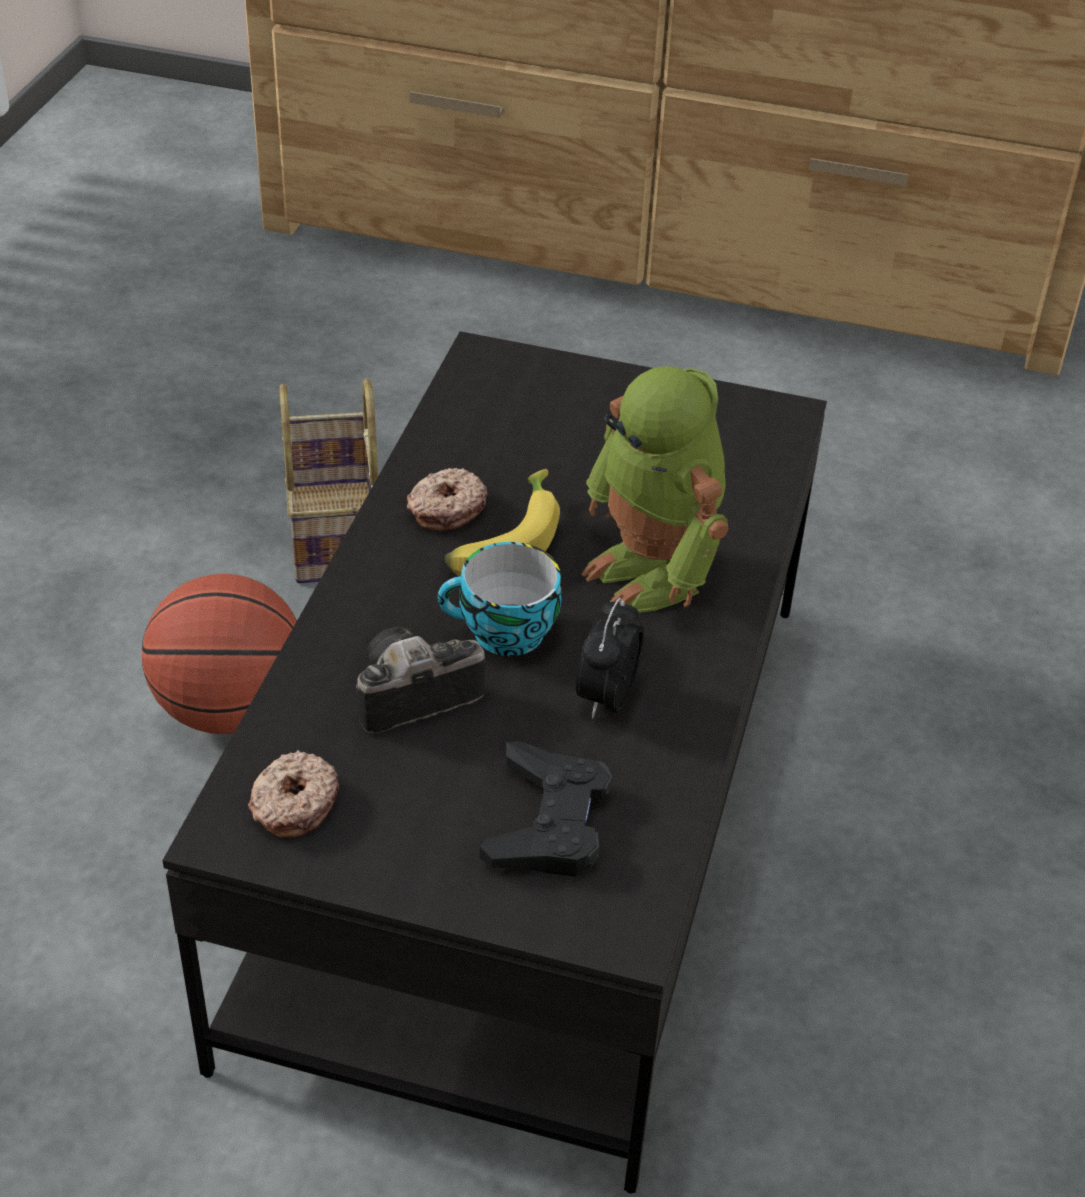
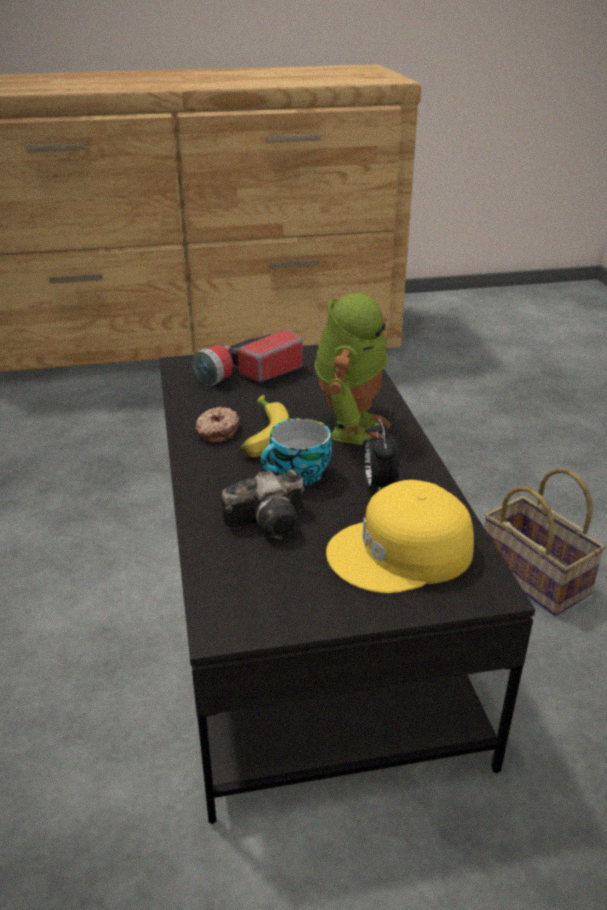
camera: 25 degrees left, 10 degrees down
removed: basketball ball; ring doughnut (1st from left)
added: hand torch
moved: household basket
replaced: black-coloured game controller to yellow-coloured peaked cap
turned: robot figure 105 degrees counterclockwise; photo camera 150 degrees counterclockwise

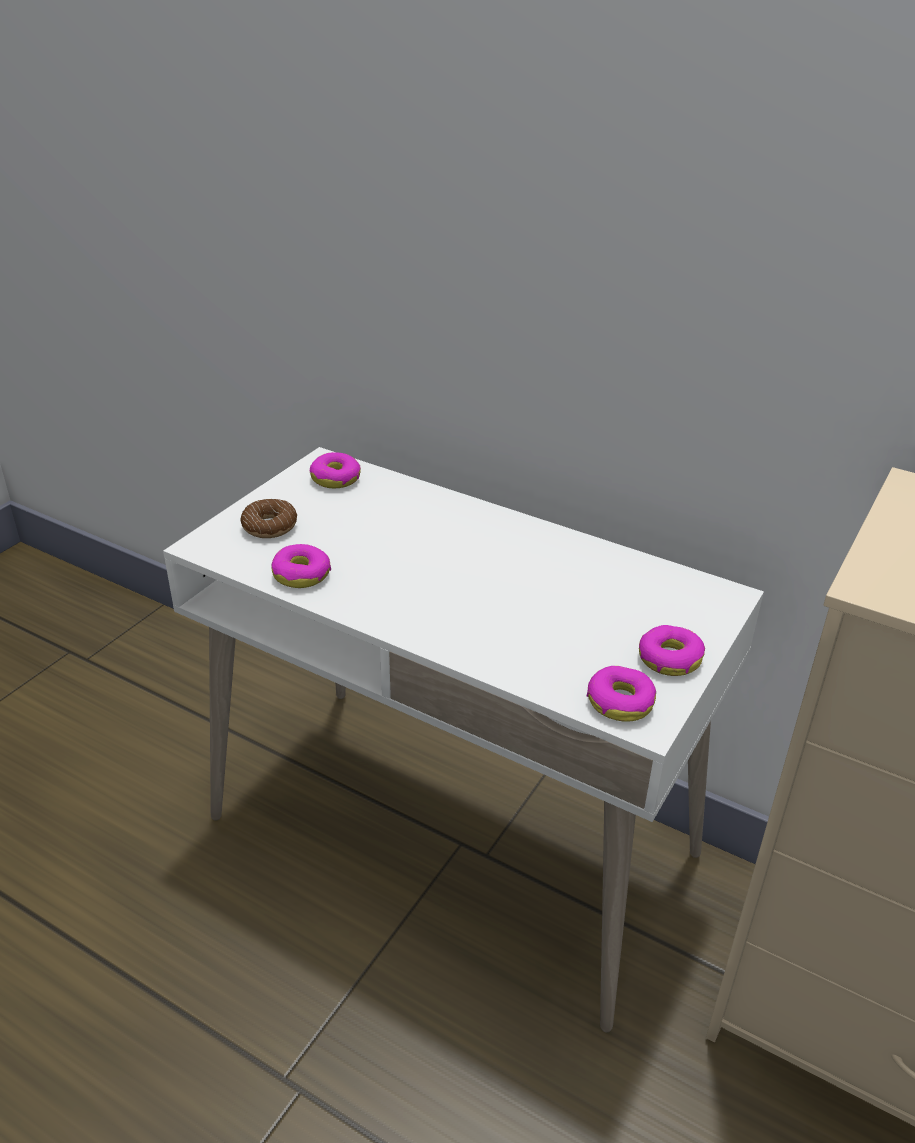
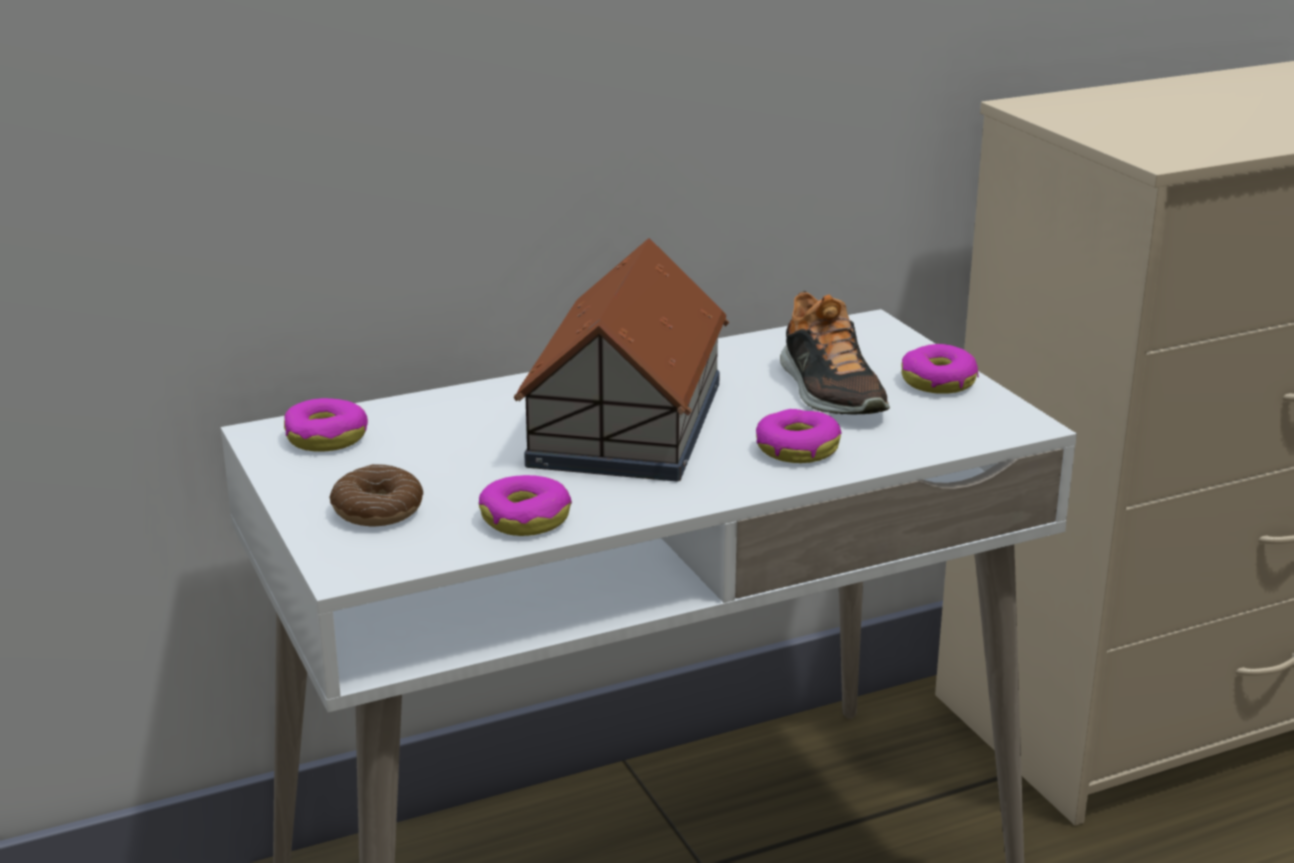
camera: 55 degrees left, 10 degrees down
added: model house; low shoe
moved: ring doughnut (4th from left)

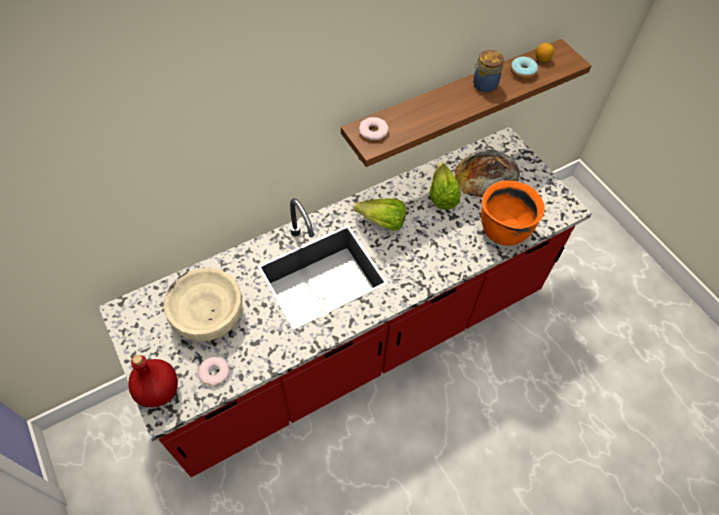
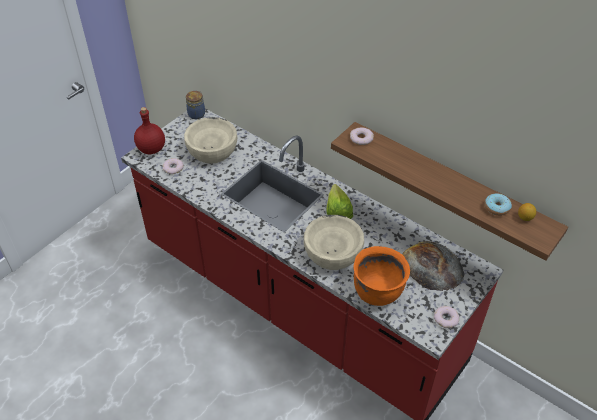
camera: 70 degrees right, 10 degrees down
removed: head of lettuce (2nd from left)
added: beige deep dish (2nd from left); ring doughnut (3rd from left)
moved: jar

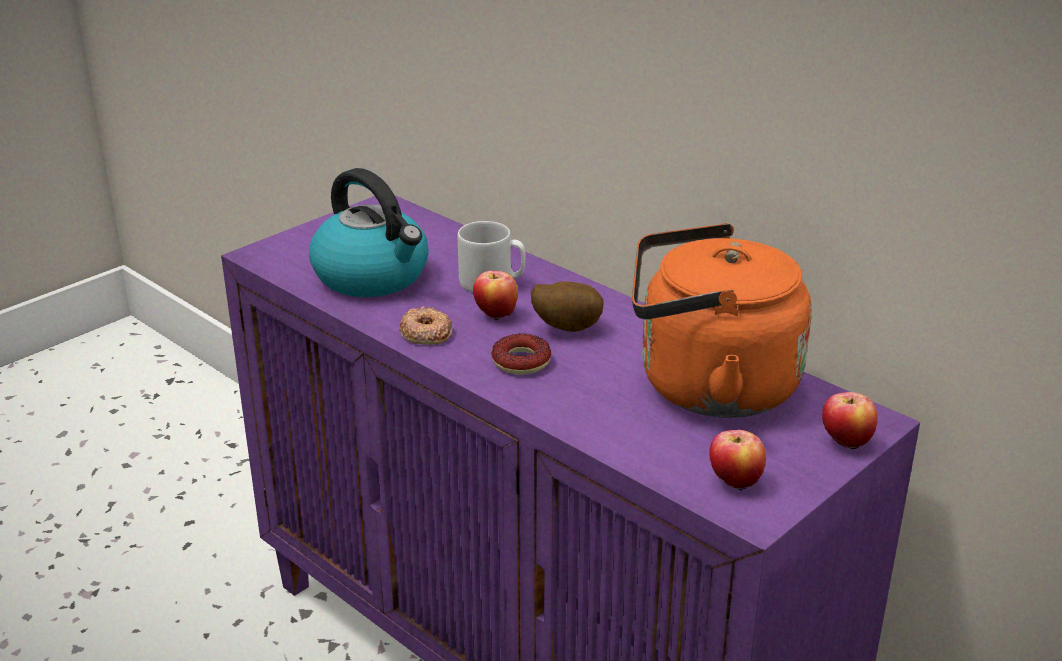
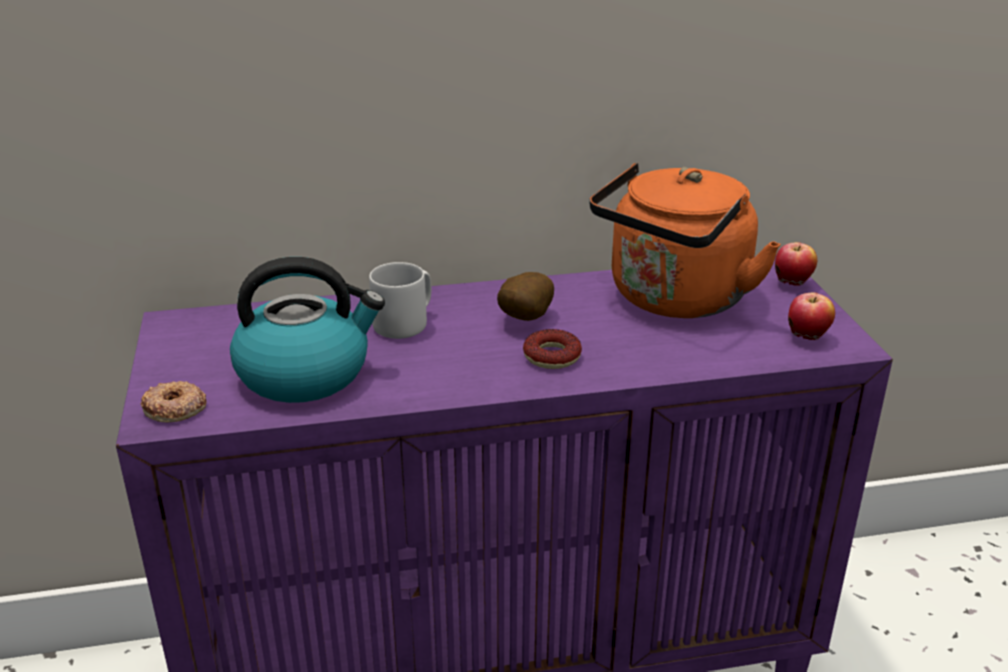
camera: 55 degrees left, 0 degrees up
removed: apple (1st from left)
moved: ring doughnut (1st from left)

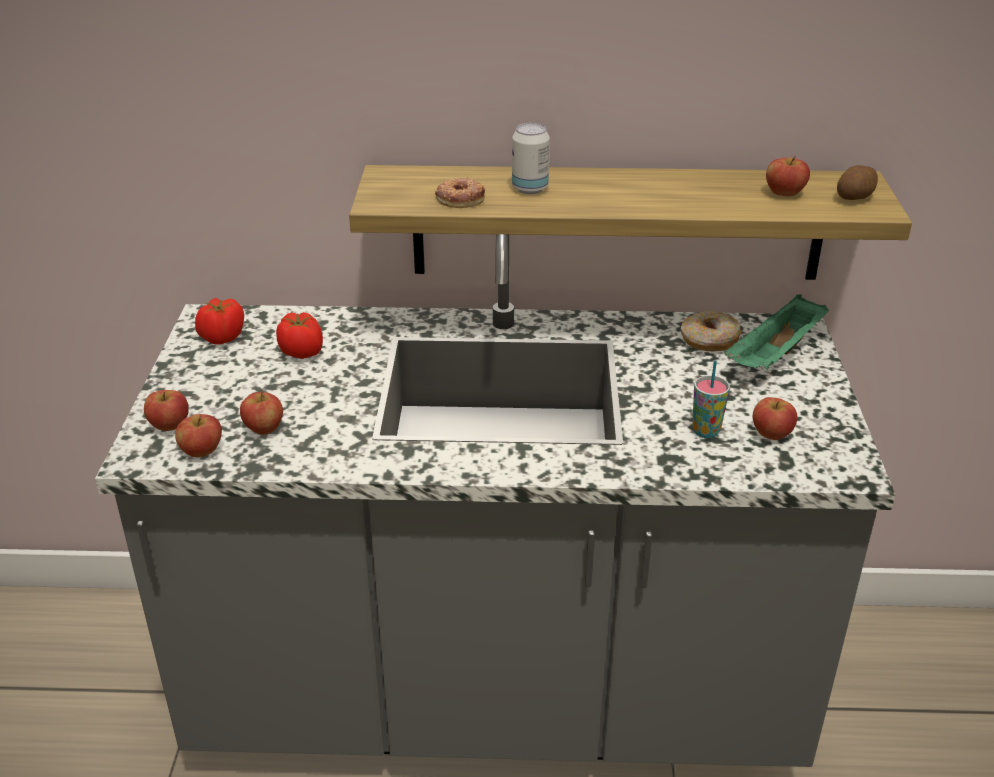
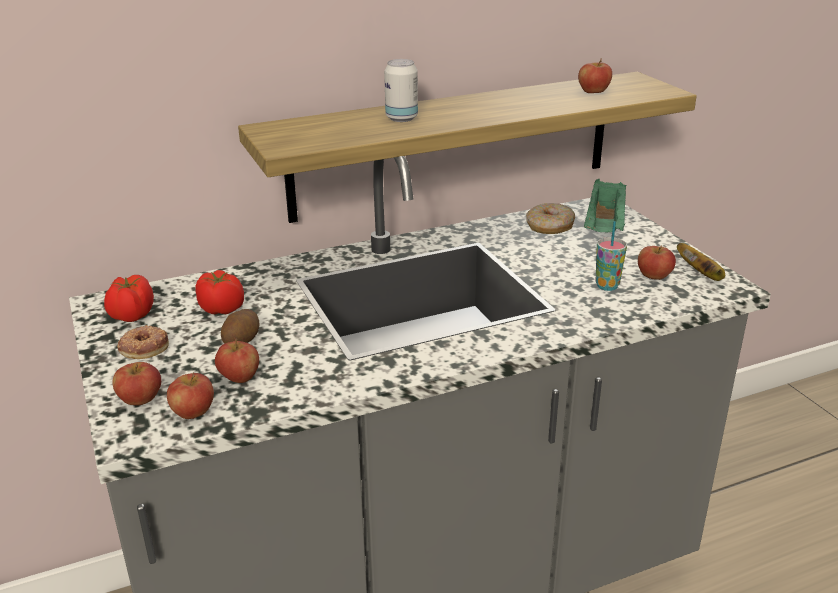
camera: 25 degrees left, 5 degrees down
added: banana
moved: spud; ring doughnut (1st from left)

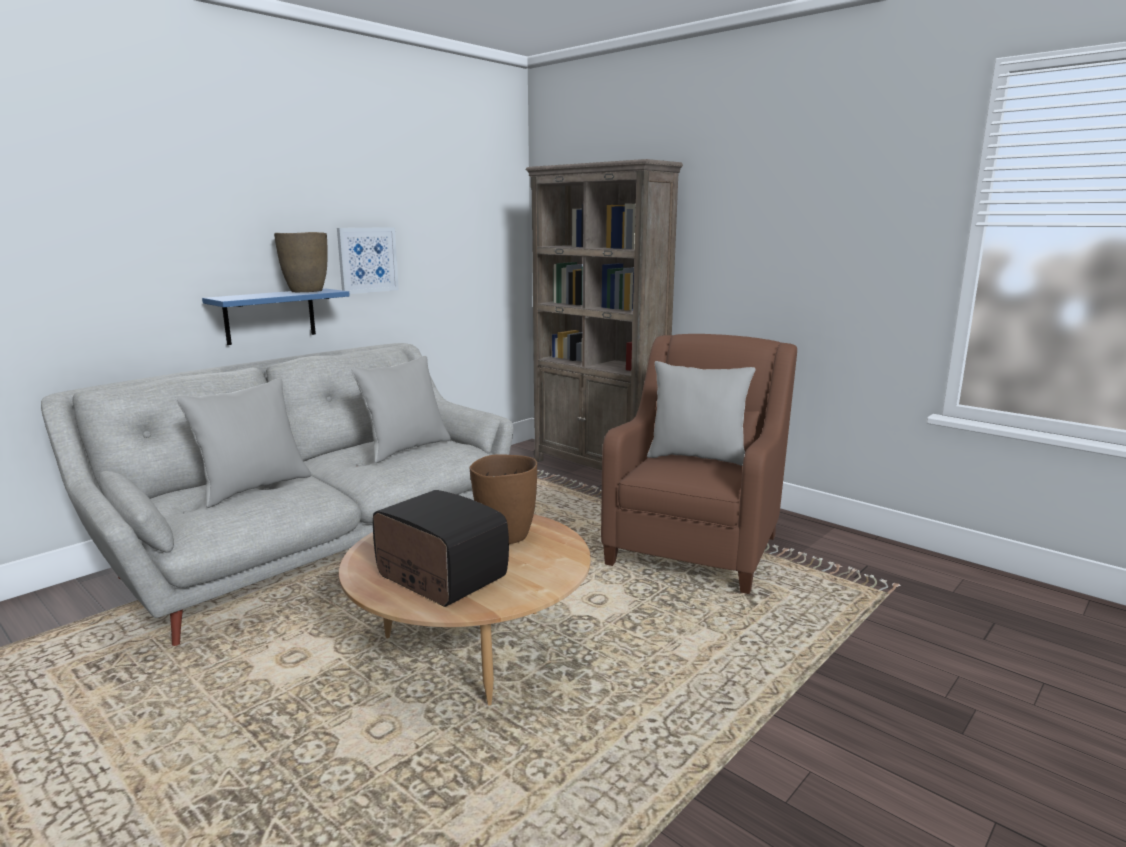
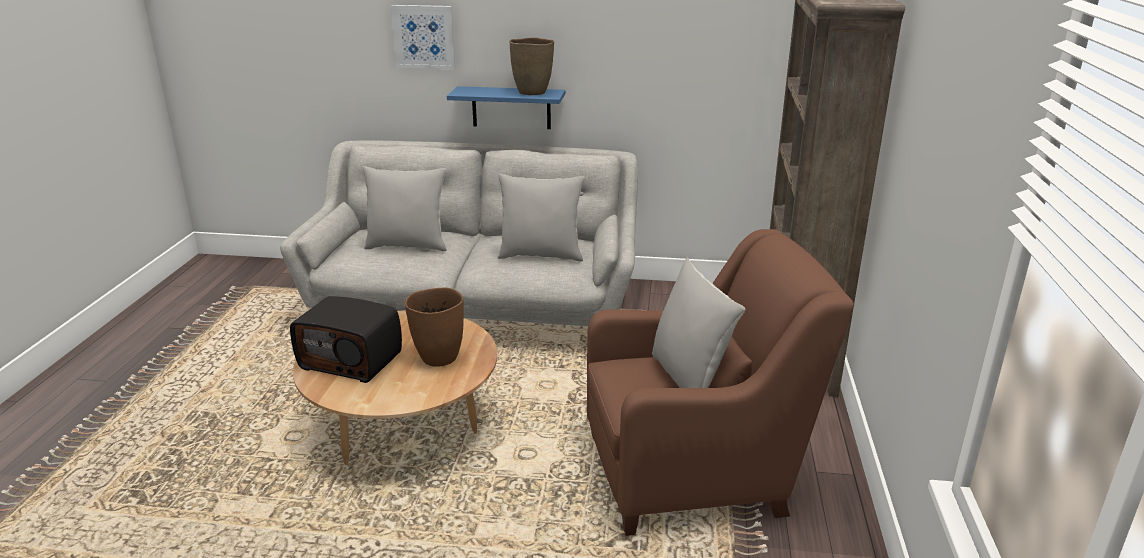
camera: 55 degrees right, 10 degrees up
moved: wall picture
turned: radio receiver 105 degrees clockwise

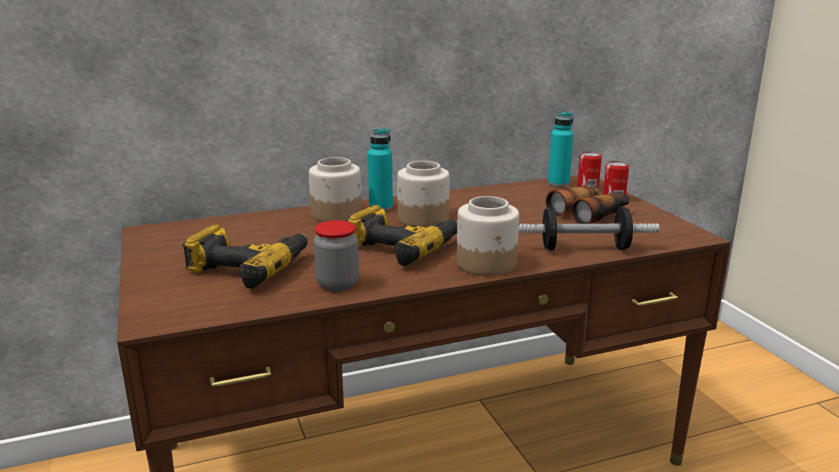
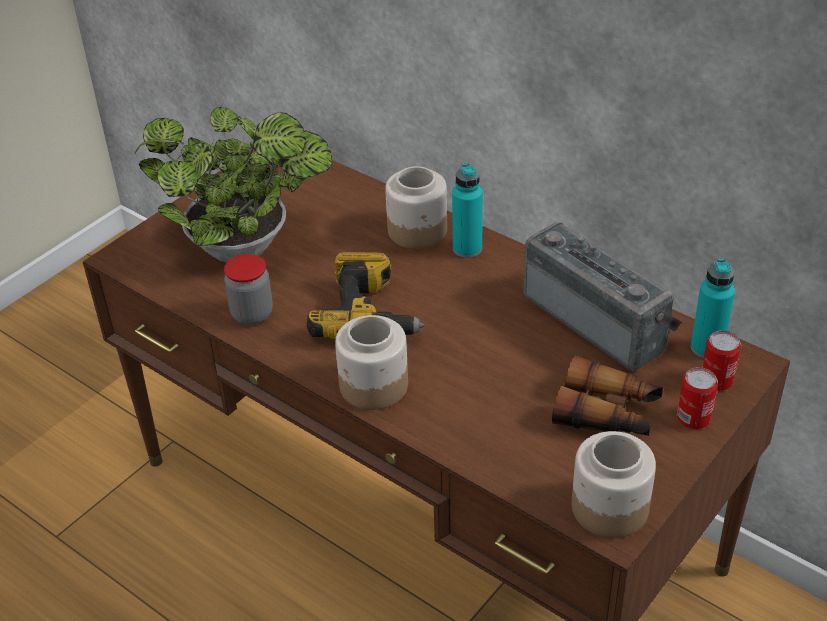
camera: 60 degrees right, 20 degrees up
removed: hand weight
added: radio receiver
moved: jar (3rd from left in the first image) to jar (4th from left)
replaced: electric drill (1st from left) to potted plant

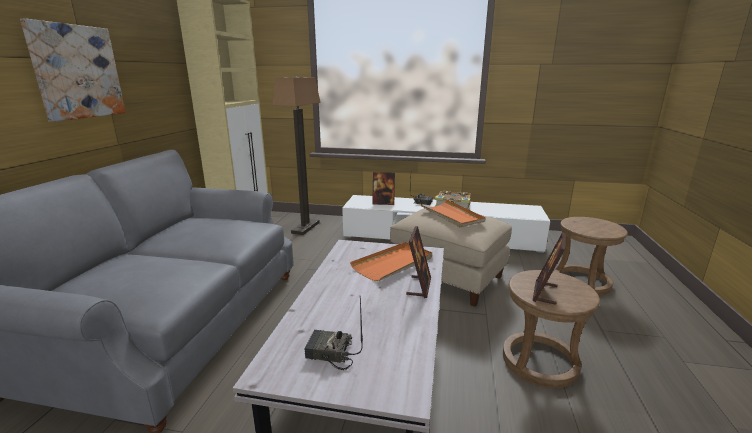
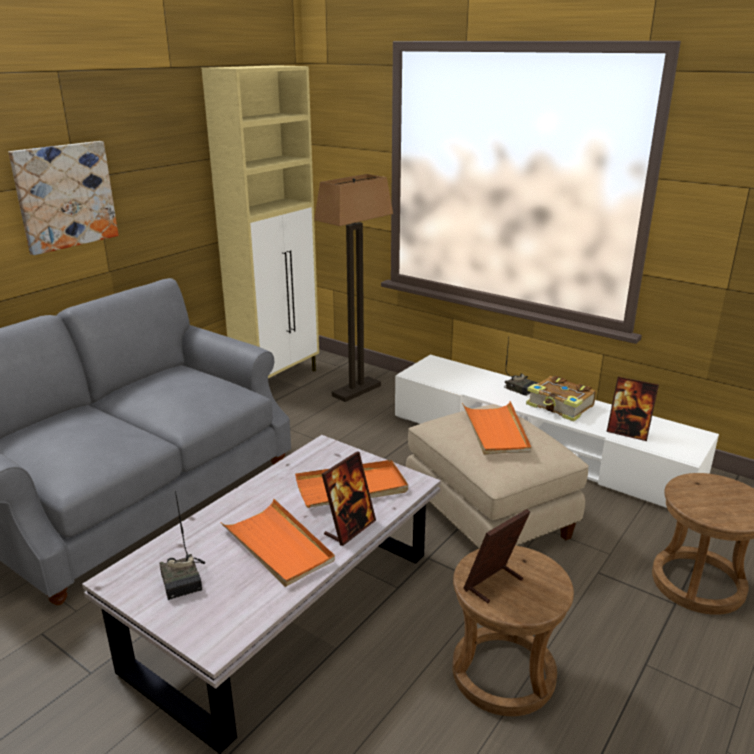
camera: 25 degrees right, 5 degrees up
added: orange-coloured carrying tray (1st from left)
moved: standing frame (1st from left in the first image) to standing frame (3rd from left)
turned: radio receiver (1st from left) 150 degrees counterclockwise

